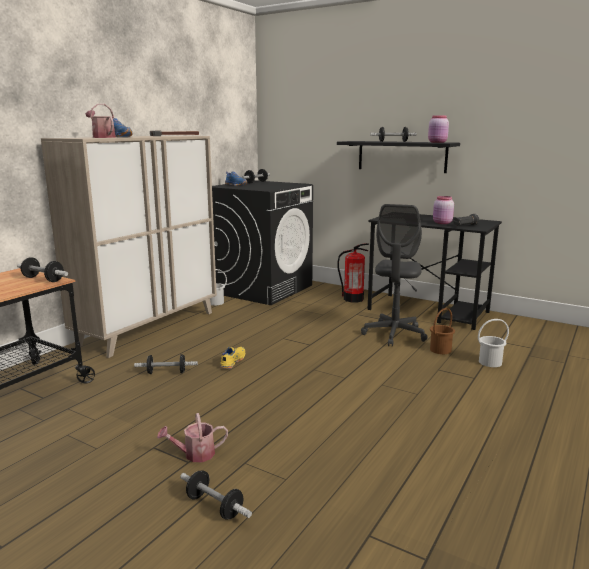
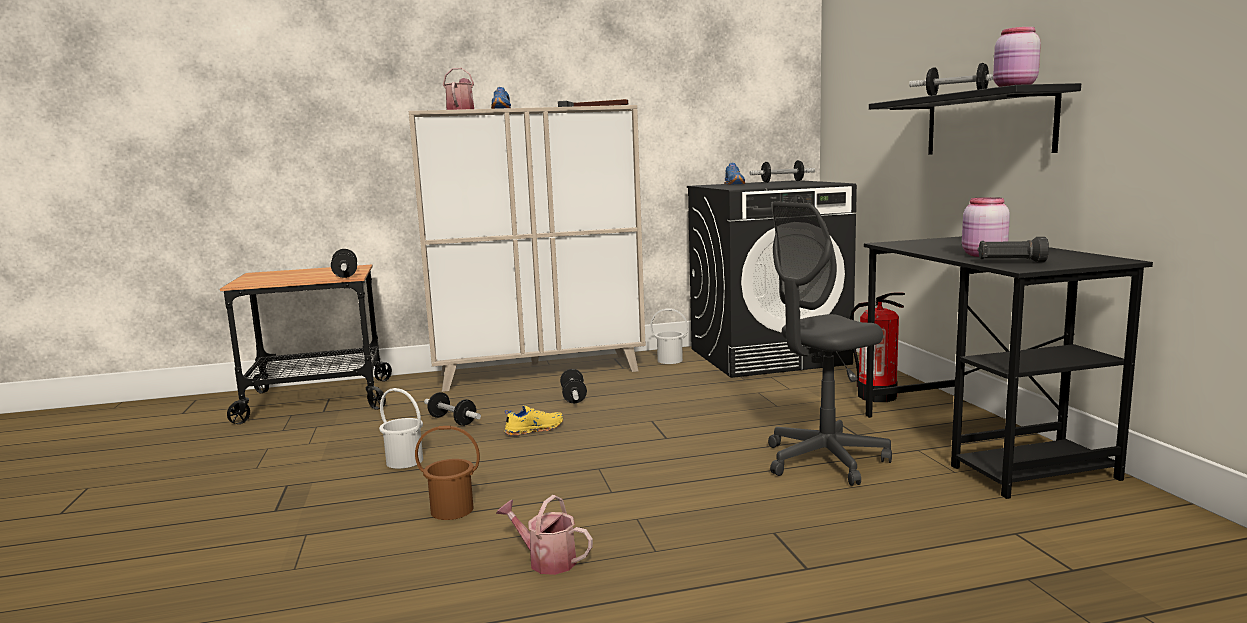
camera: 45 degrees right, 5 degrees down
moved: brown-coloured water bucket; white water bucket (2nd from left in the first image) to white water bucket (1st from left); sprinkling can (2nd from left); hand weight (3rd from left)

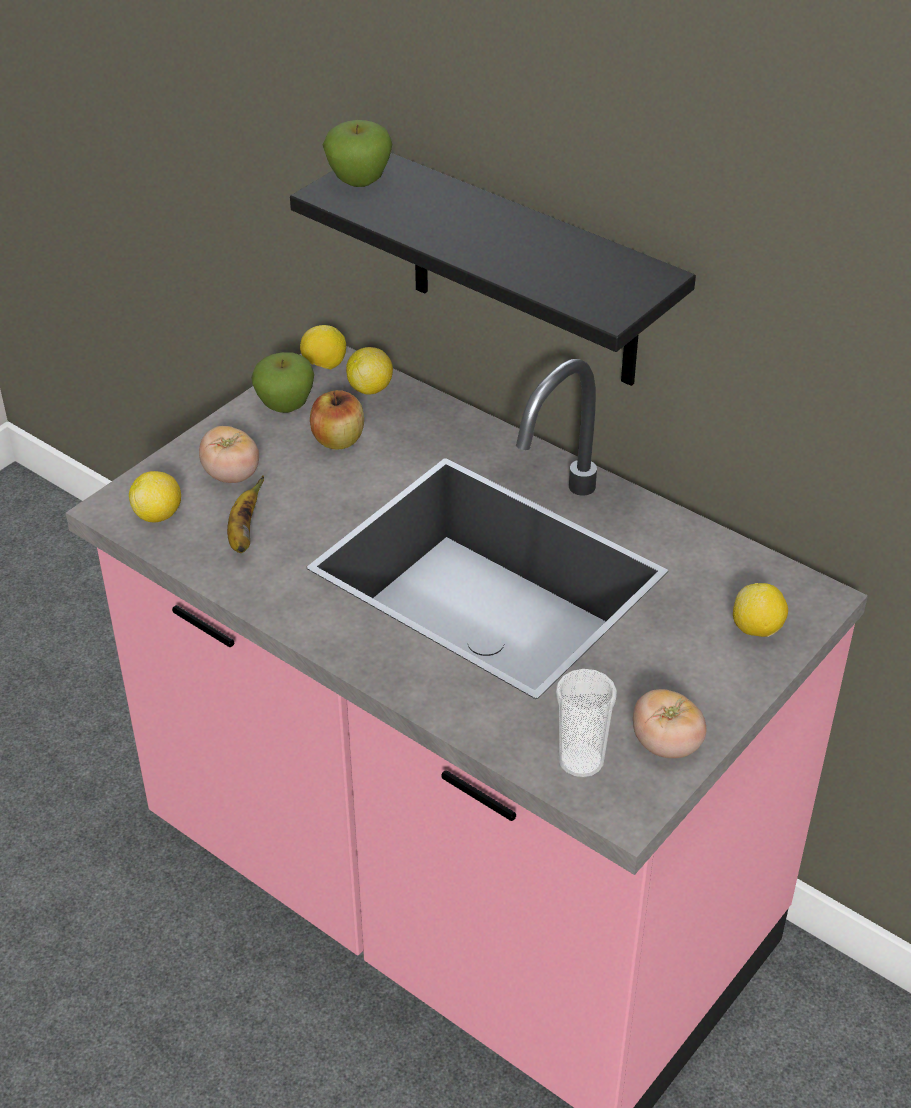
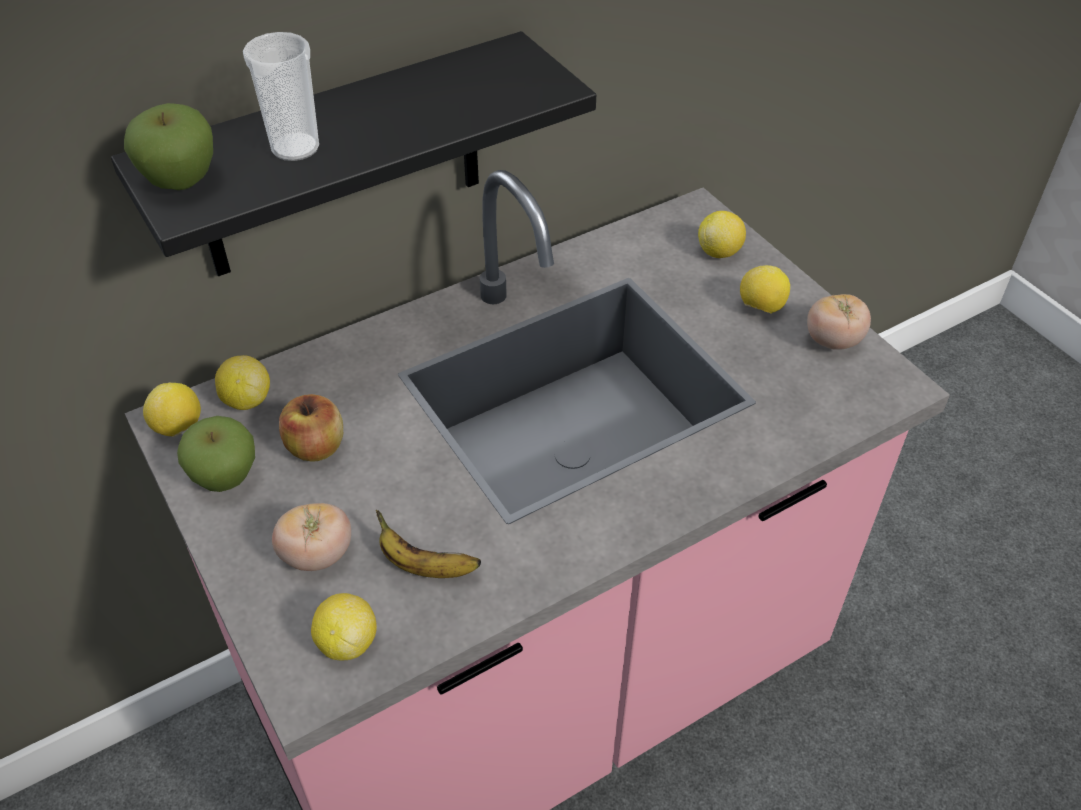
camera: 70 degrees left, 5 degrees up
added: whole lemon (5th from left)
moved: cup

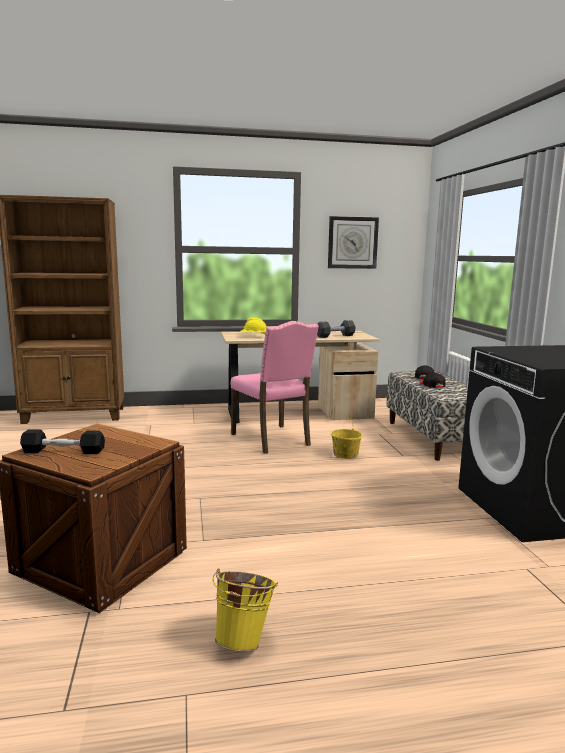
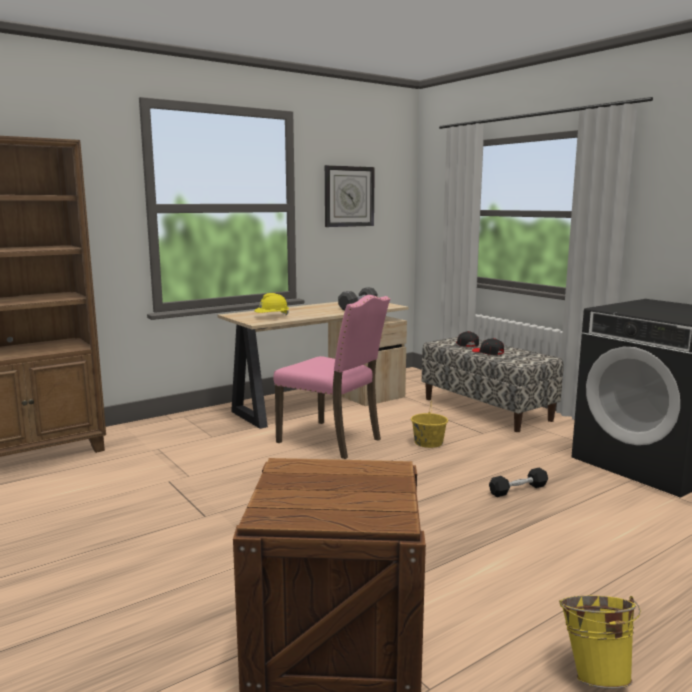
camera: 25 degrees left, 0 degrees up
moved: black-coloured hand weight (1st from left in the first image) to black-coloured hand weight (2nd from left)

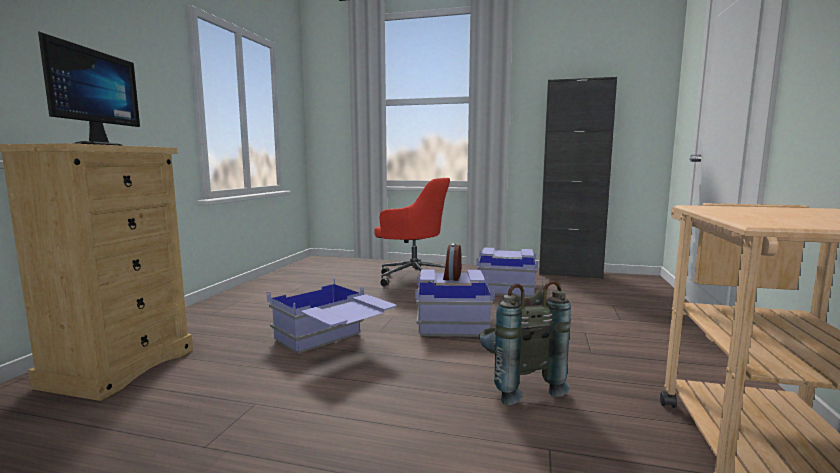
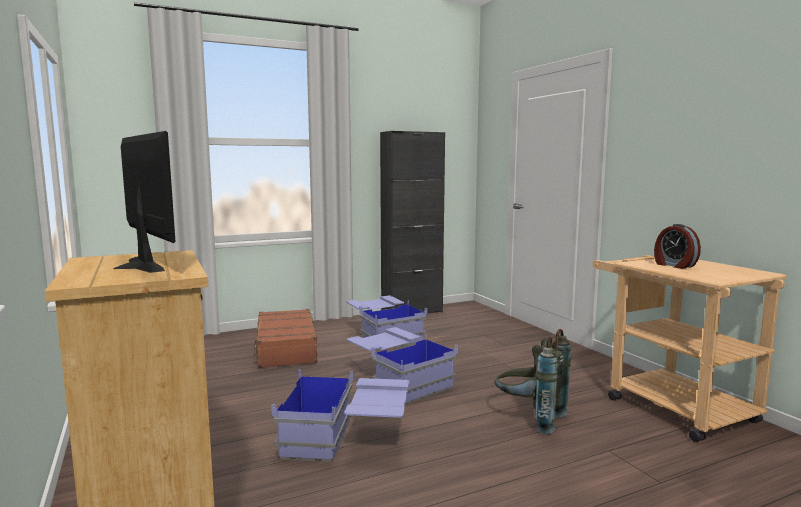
camera: 40 degrees left, 0 degrees up
moved: alarm clock
replaced: red office chair to brown-coloured travel case

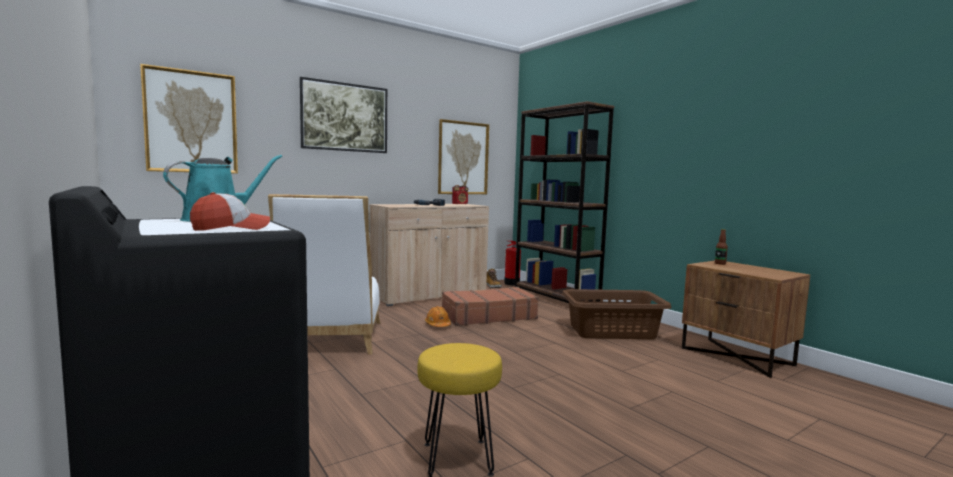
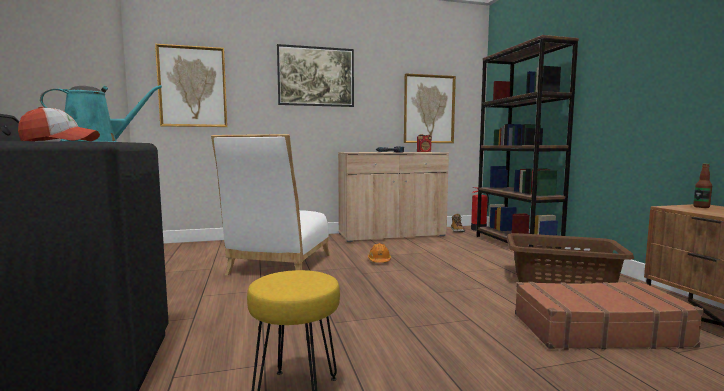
camera: 20 degrees right, 0 degrees up
moved: brown-coloured travel case

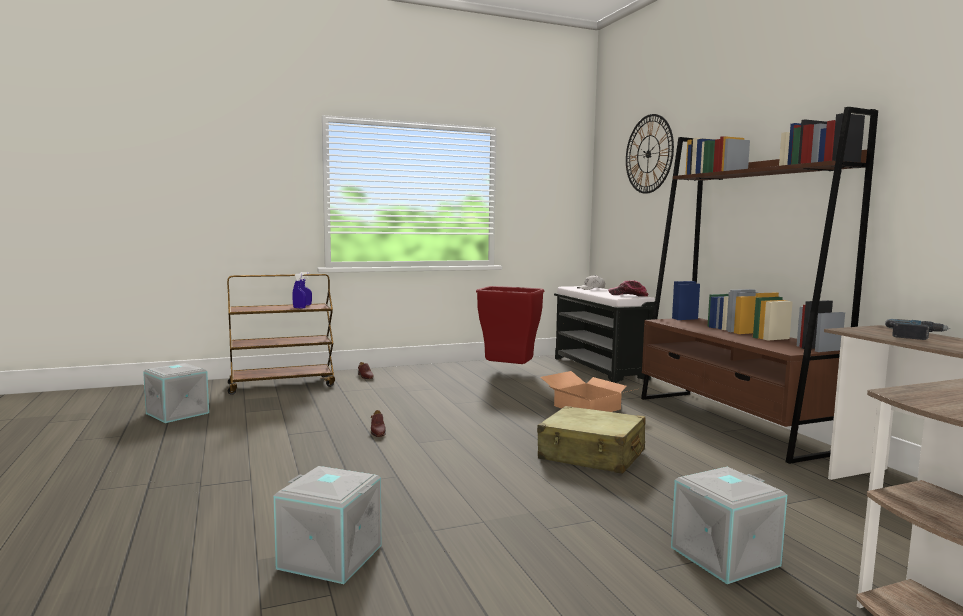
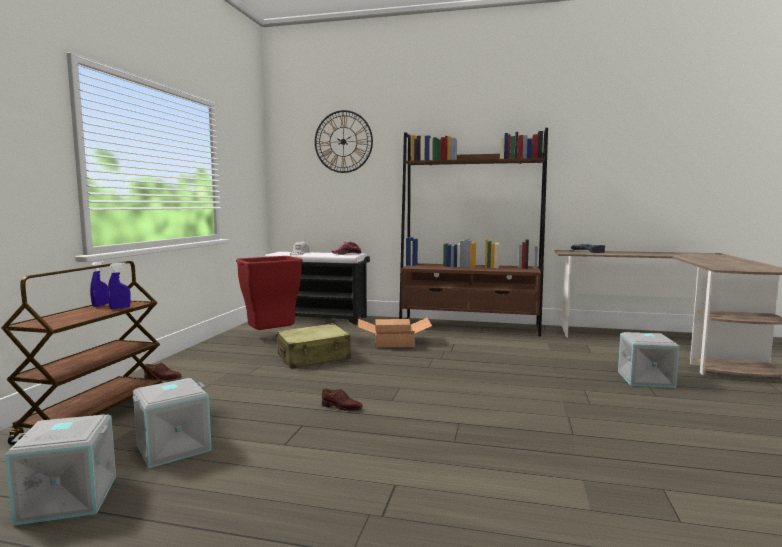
camera: 55 degrees left, 0 degrees up
moved: beige travel case; grey storage box (2nd from left)

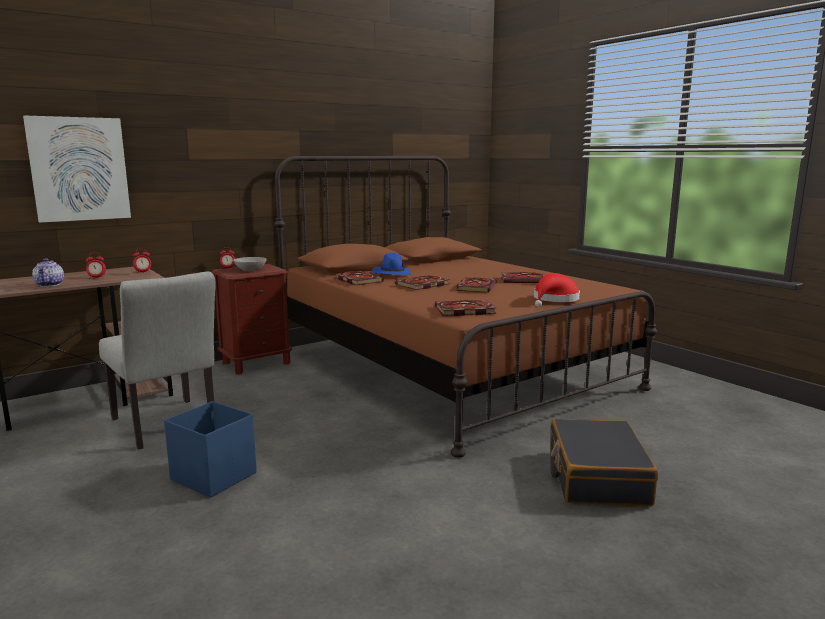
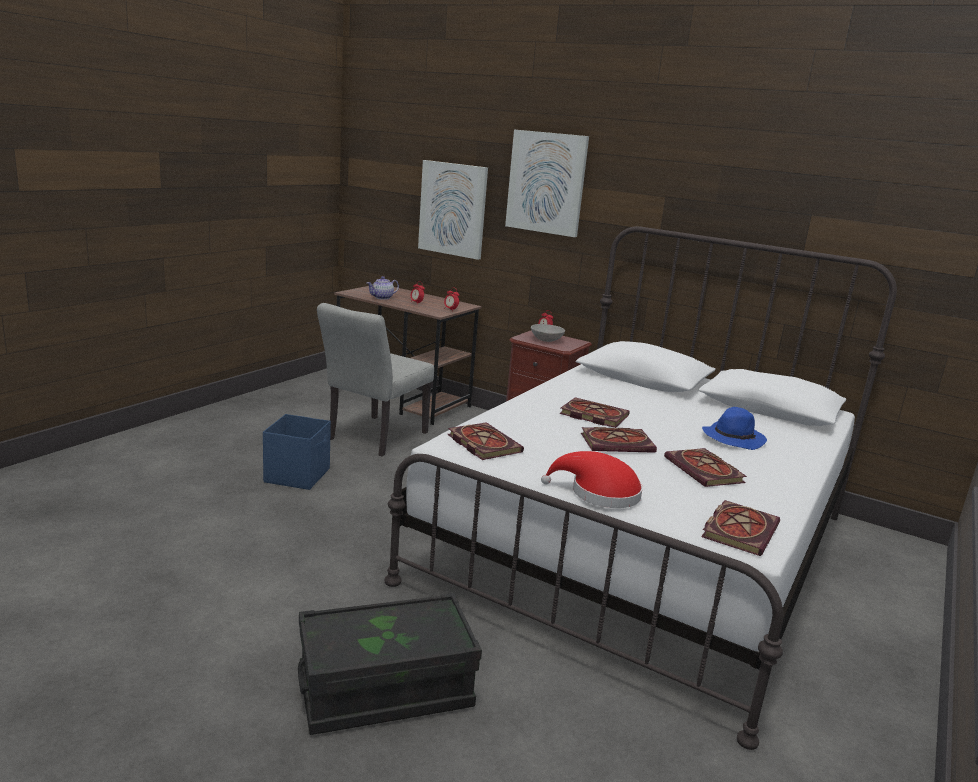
camera: 65 degrees right, 5 degrees up
added: wall picture (2nd from left)
moved: bluish clothing hat; book (1st from left in the first image) to book (5th from left)
replaced: black-coloured travel case to black-coloured storage box
recoloured: brown-coloured sleeping bed to white sleeping bed

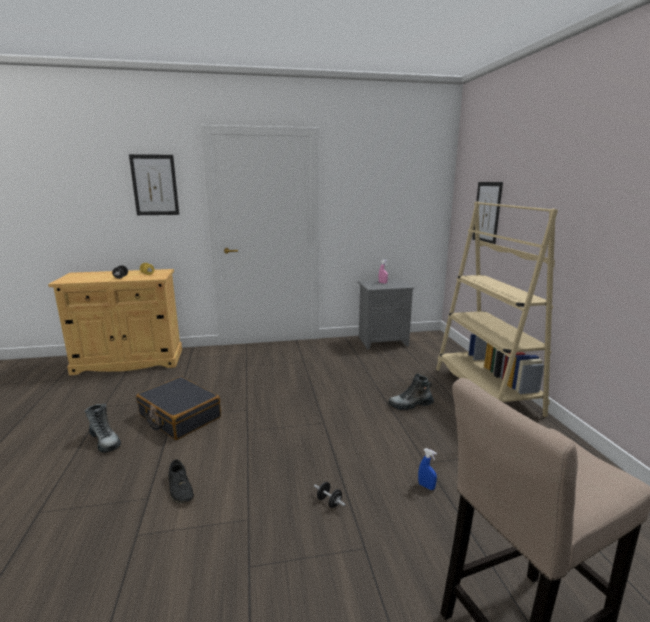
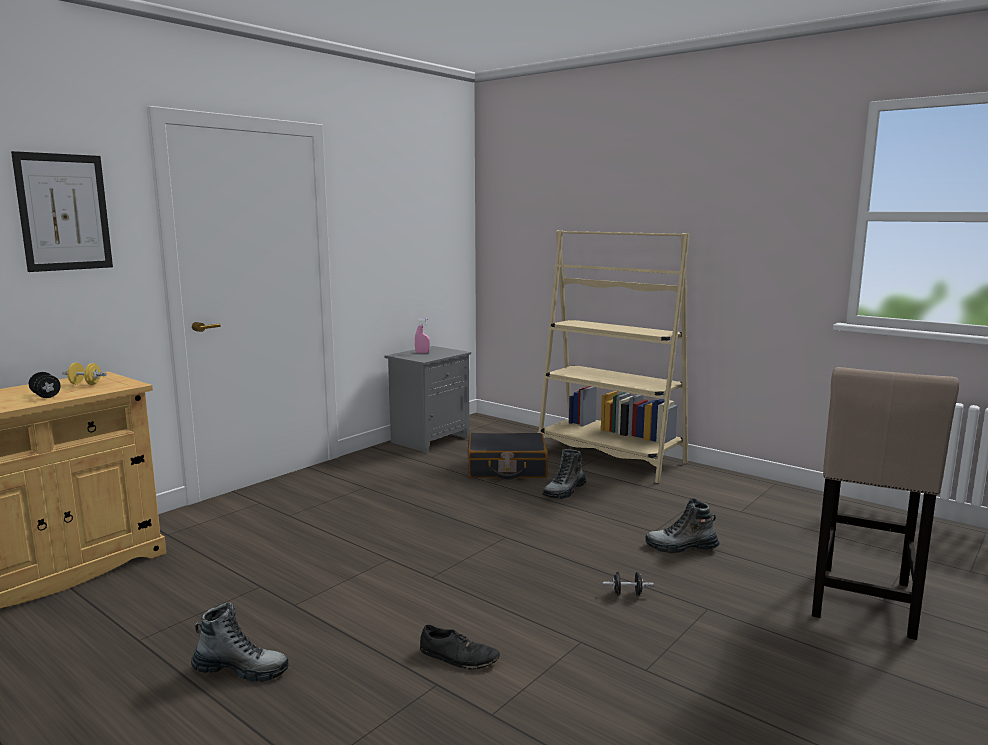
camera: 40 degrees left, 5 degrees down
removed: wall picture (2nd from left)
moved: black-coloured travel case
replaced: bluish hand sprayer to tall boot (3rd from left)

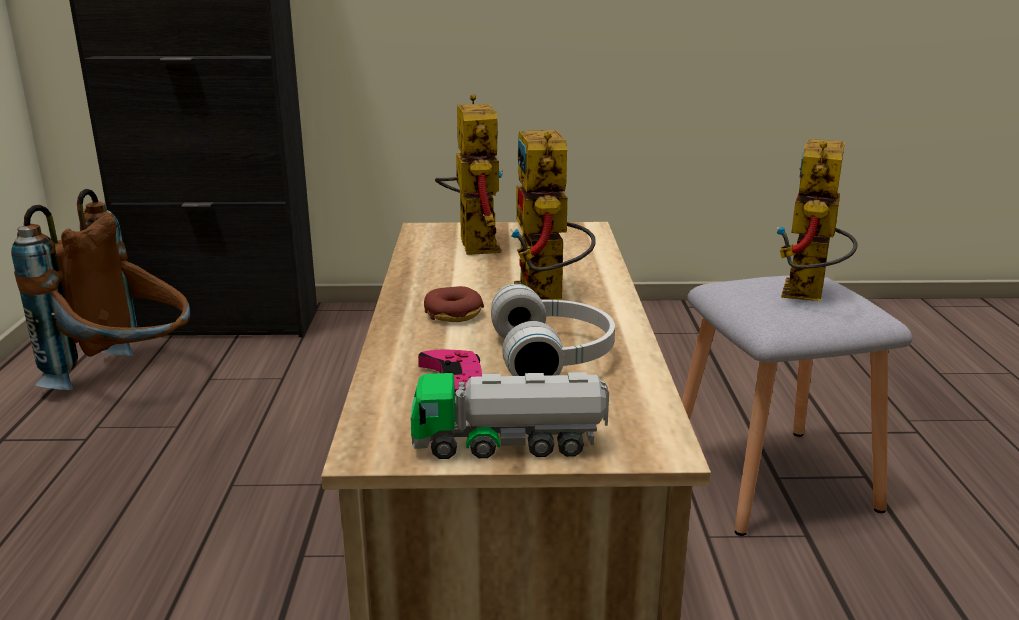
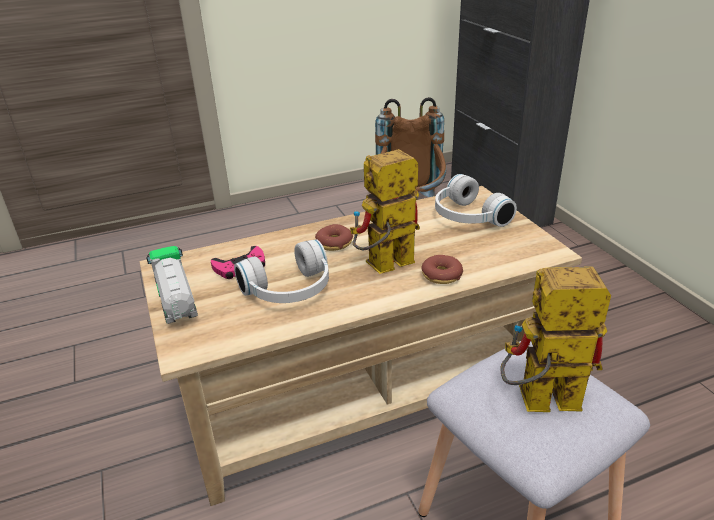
camera: 70 degrees right, 10 degrees up
added: ring doughnut (2nd from left)
replaced: robot figure (1st from left) to white headphones (2nd from left)

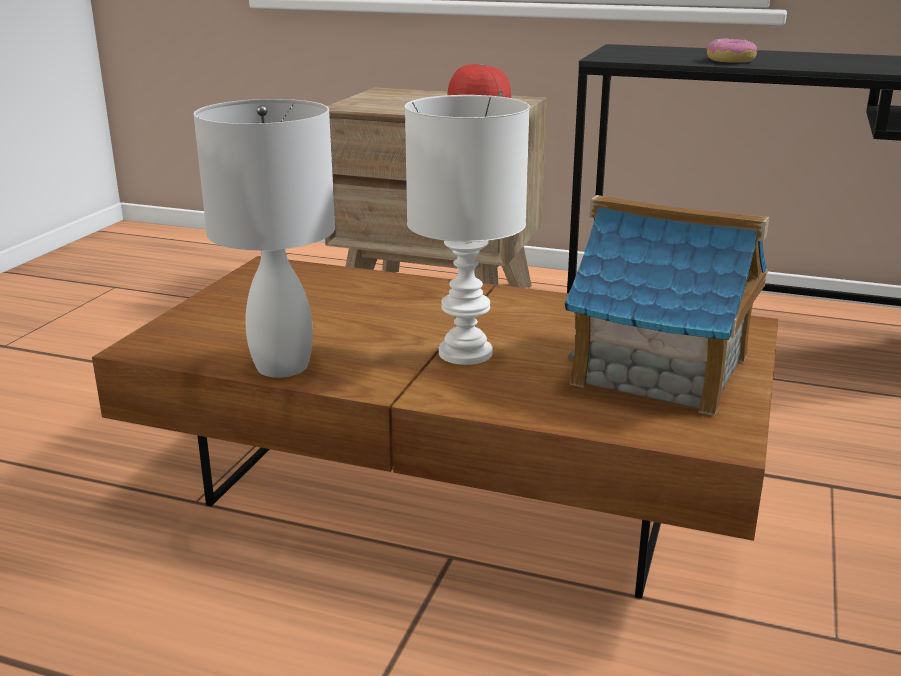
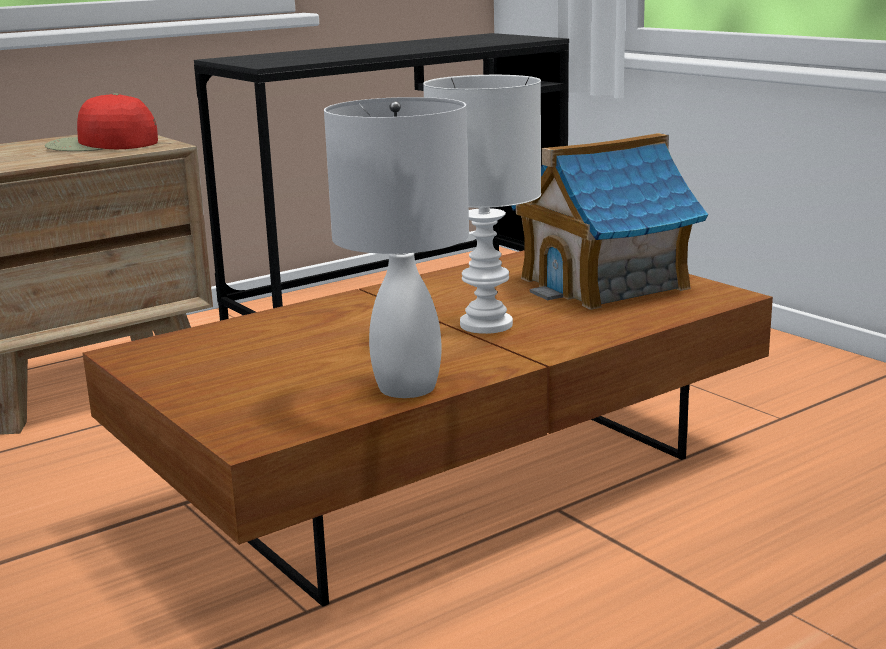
camera: 55 degrees left, 5 degrees down
removed: ring doughnut

